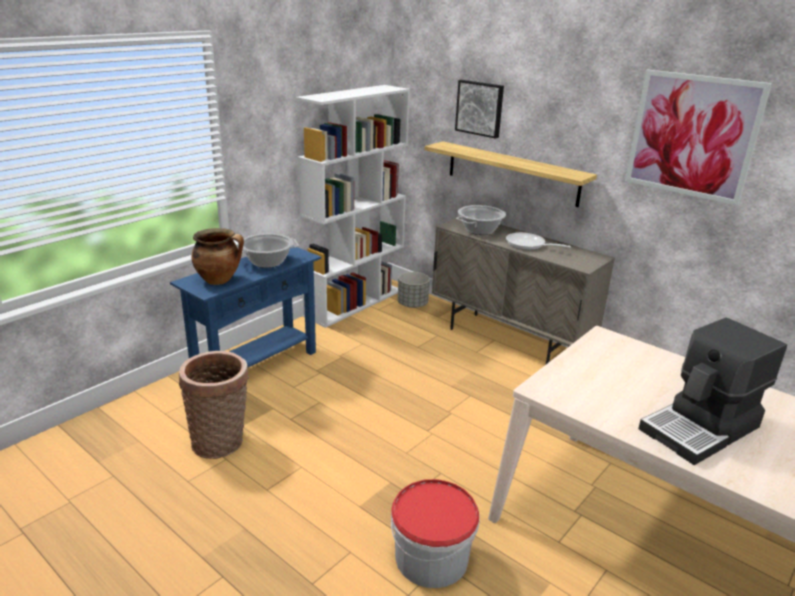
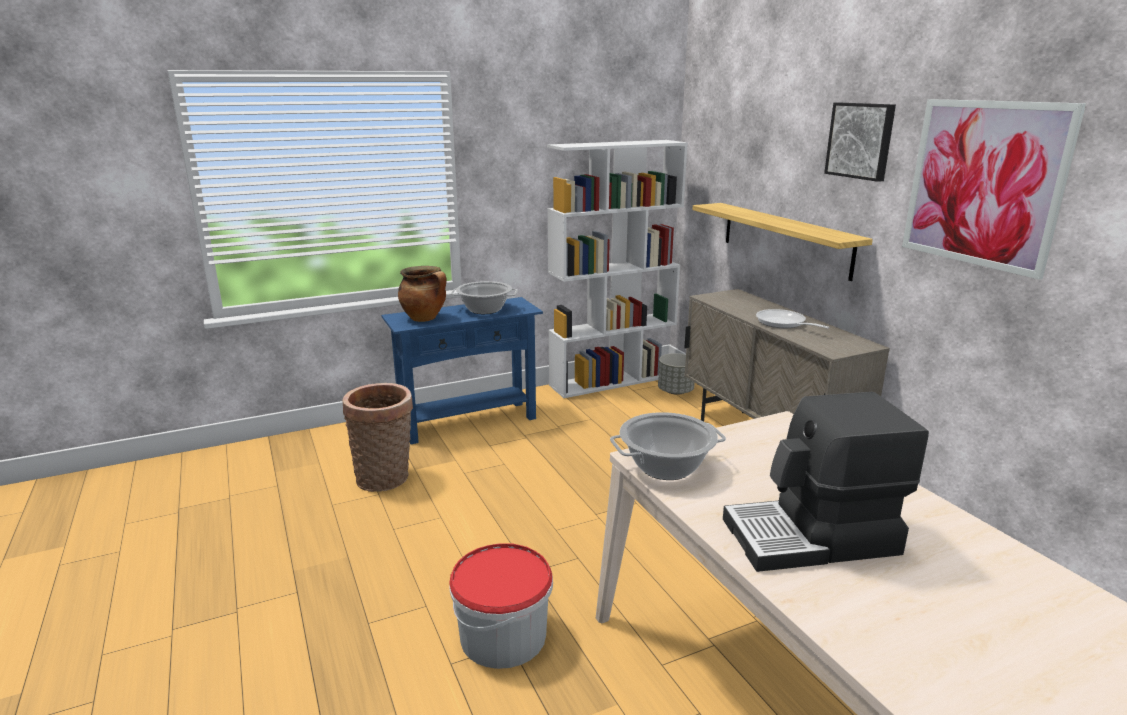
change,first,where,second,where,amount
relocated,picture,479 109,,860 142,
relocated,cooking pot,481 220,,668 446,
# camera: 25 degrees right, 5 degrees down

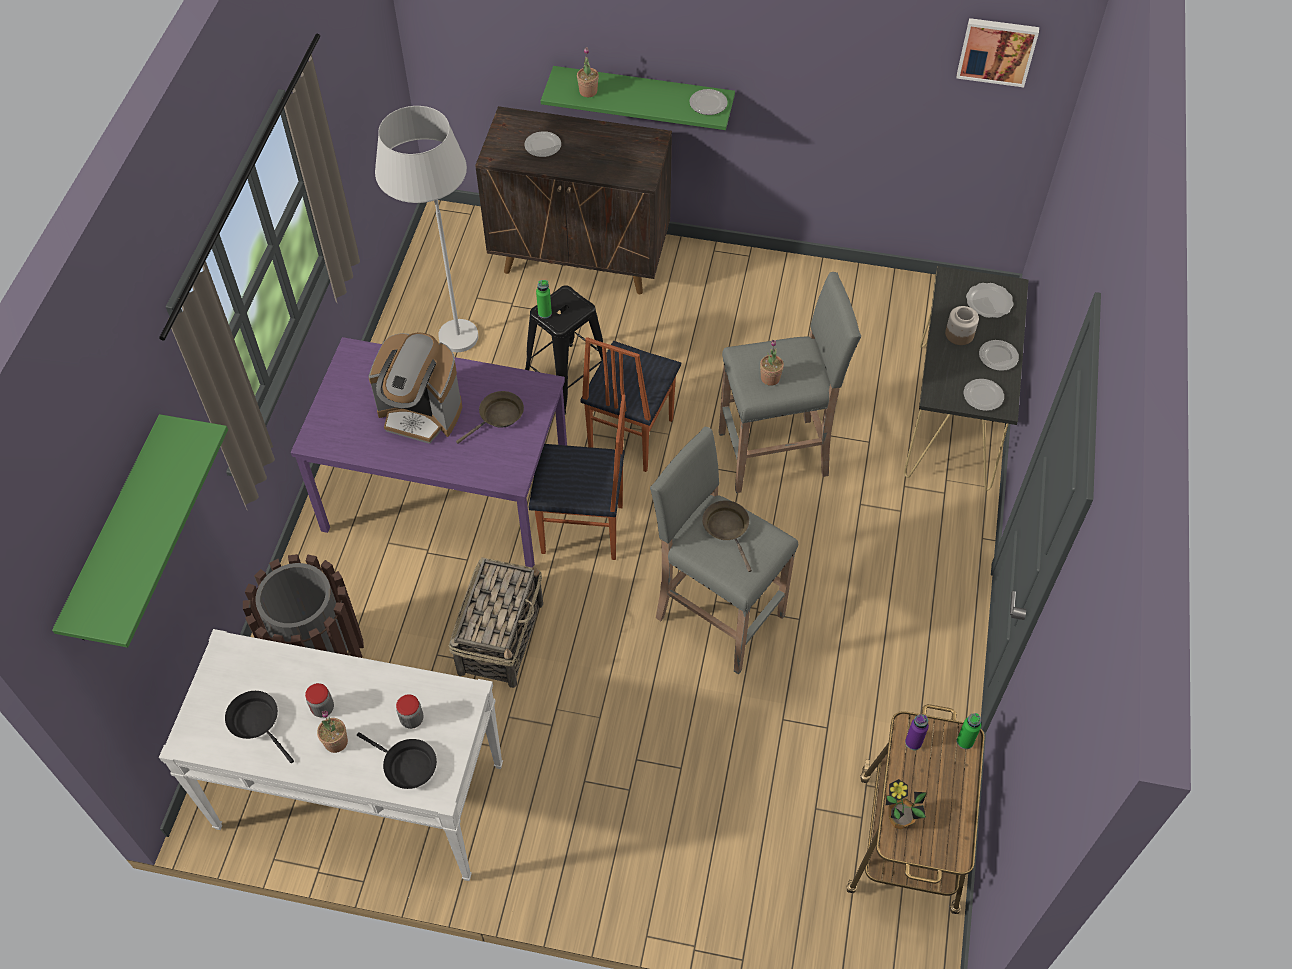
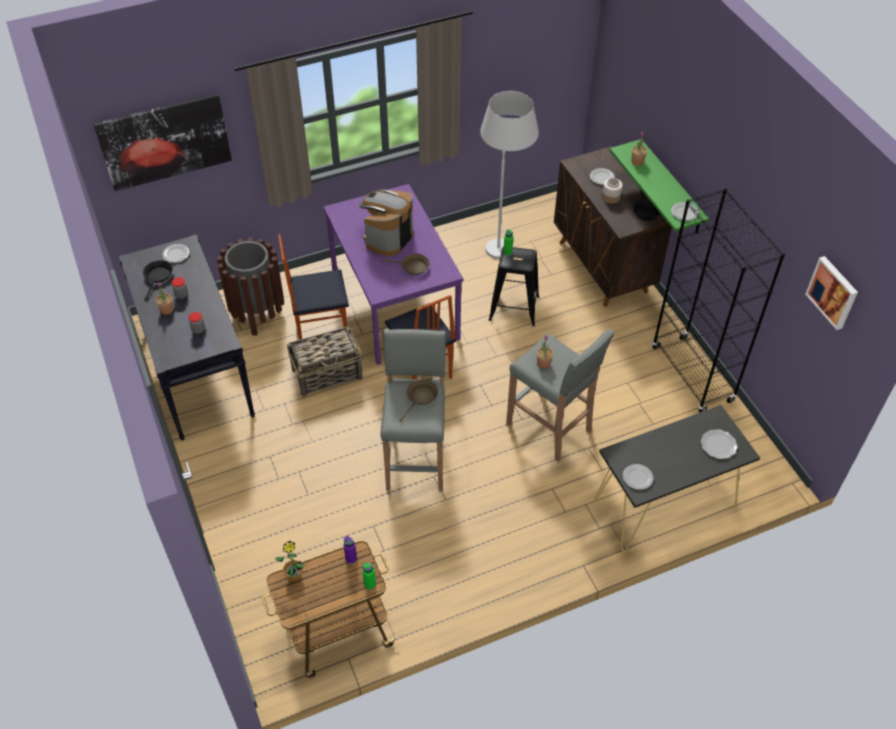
change,first,where,second,where,amount
relocated,jar,962 325,,612 191,
spun,coffee machine,415 388,,386 222,45 degrees clockwise
relocated,chair,630 404,,313 287,
relocated,plate,999 355,,175 253,
exchanged,green shelf,140 531,picture,162 142,
colour,white console table,331 755,black console table,186 337,
relocated,black frying pan,397 760,,646 205,
appeared,,,black bookcase,718 300,
# camera: 55 degrees right, 5 degrees down

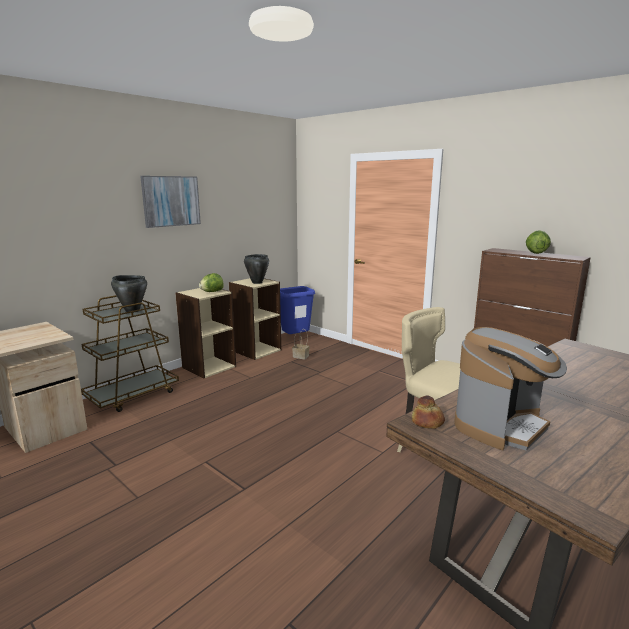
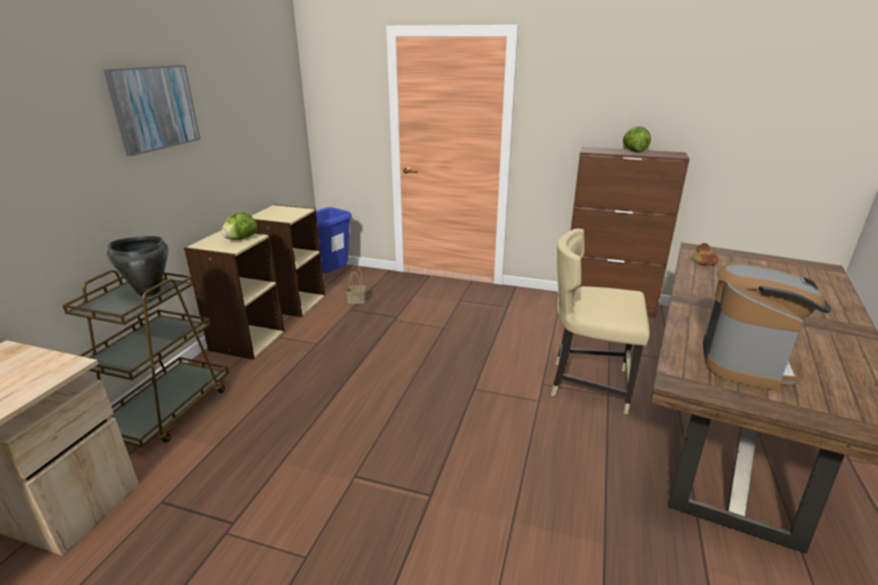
change,first,where,second,where,amount
missing,black cooking pot,256 269,,,
relocated,bread,428 412,,705 254,
# camera: 25 degrees left, 10 degrees up

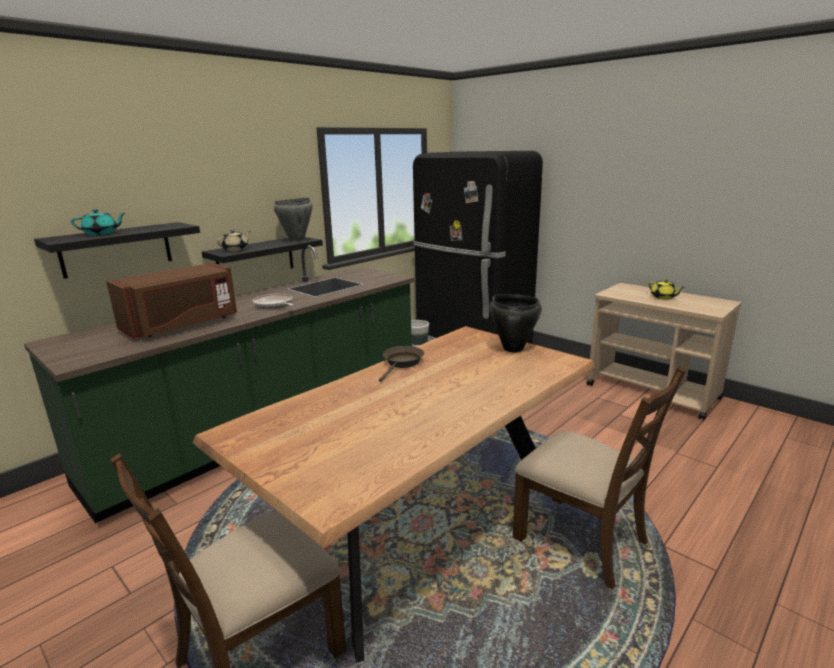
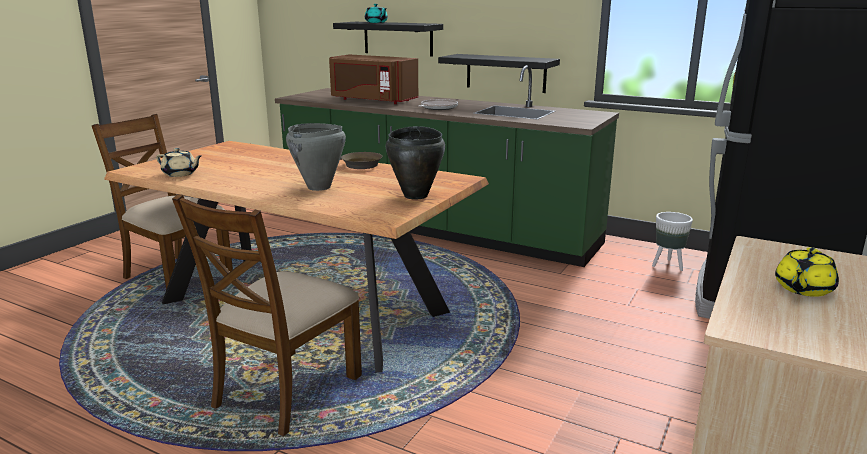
change,first,where,second,where,amount
relocated,grey cooking pot,293 219,,316 157,
relocated,beige teapot,233 240,,178 162,
# camera: 75 degrees right, 0 degrees up

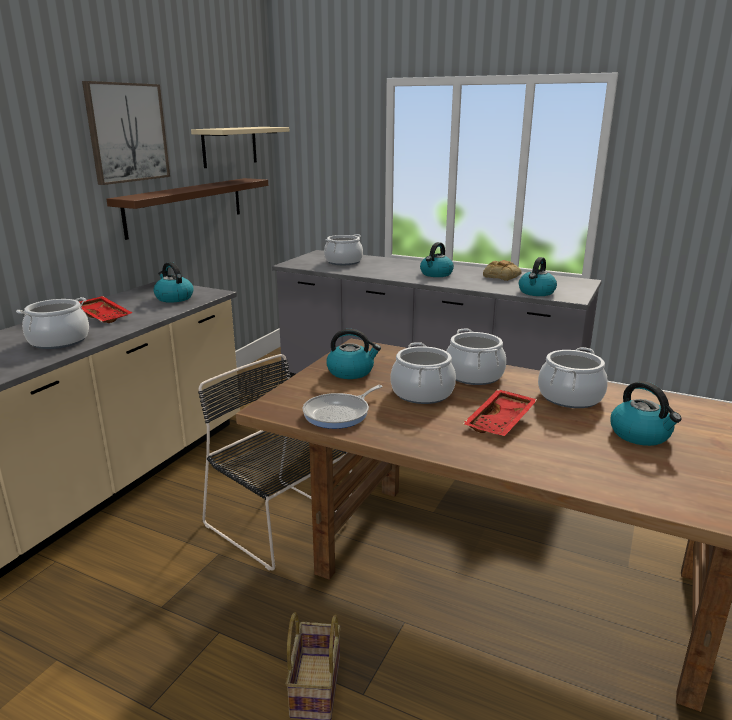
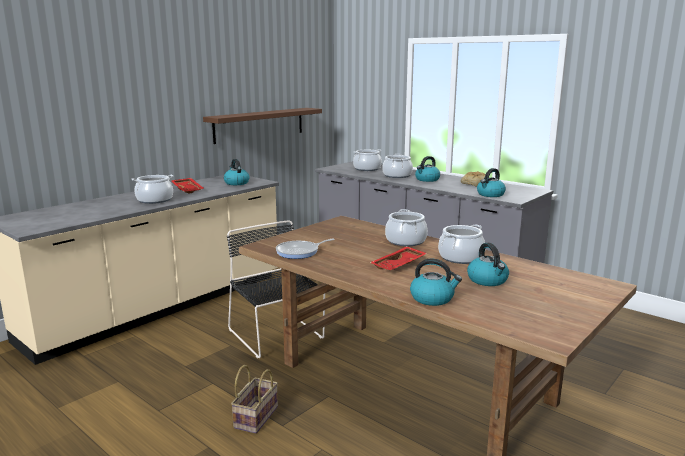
change,first,where,second,where,amount
missing,picture,126 133,,,
missing,beige shelf,240 147,,,
relocated,kettle,353 354,,436 282,
relocated,cooking pot,423 373,,397 166,
# camera: 15 degrees right, 5 degrees down

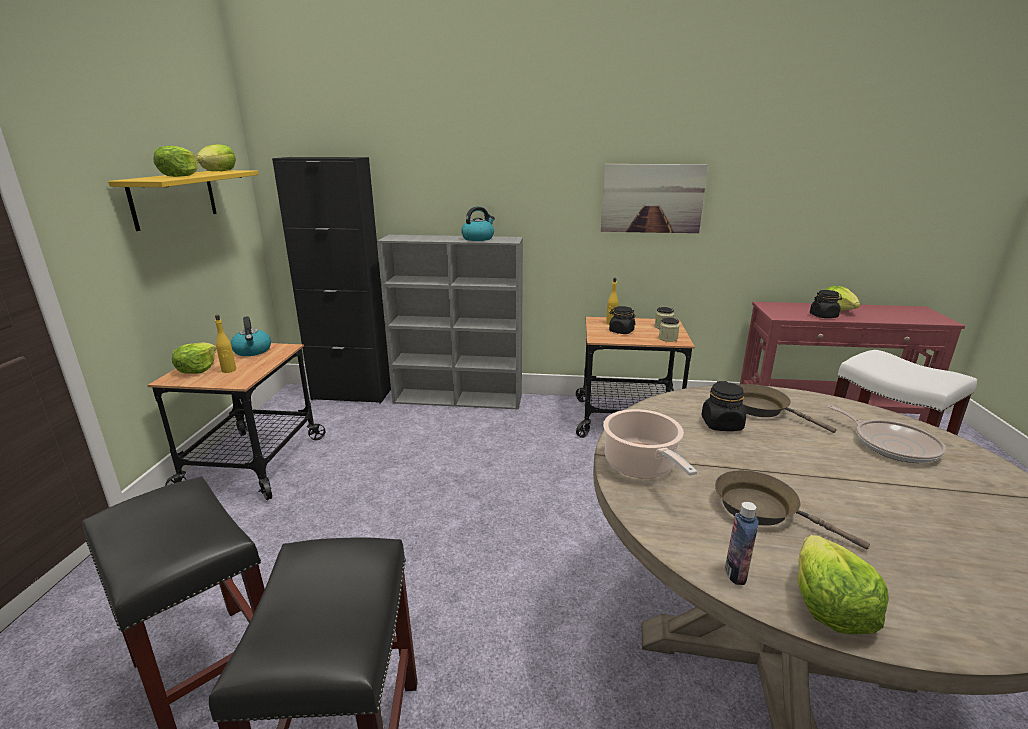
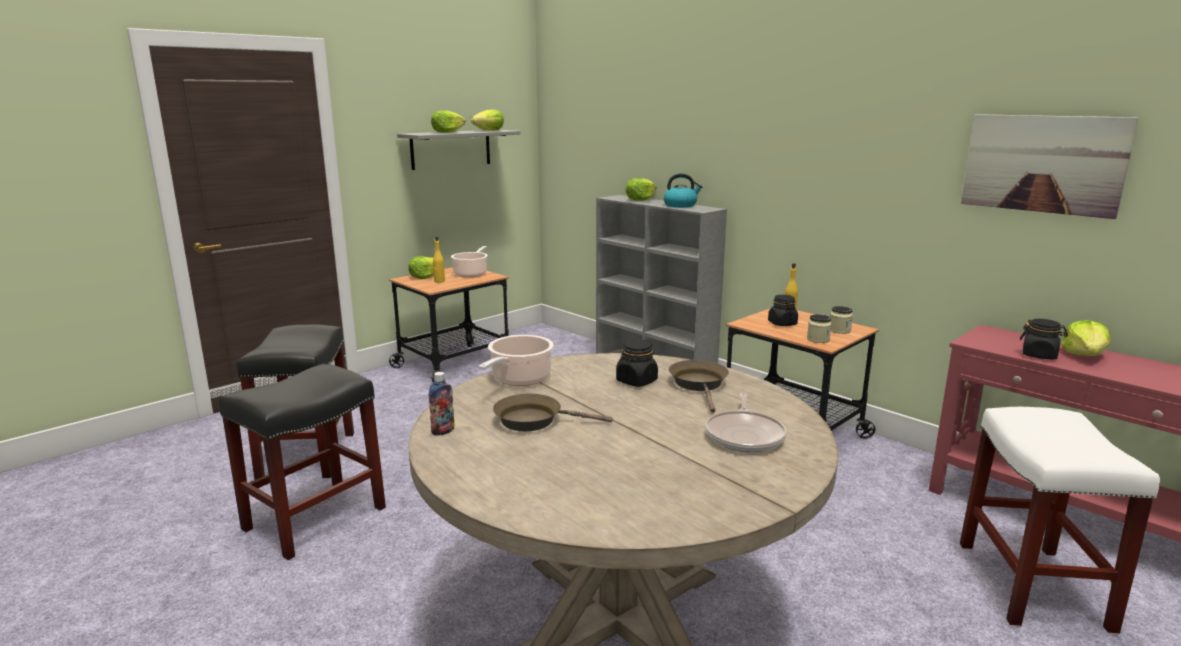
change,first,where,second,where,amount
missing,black cabinet,331 280,,,
relocated,picture,654 198,,1050 166,
colour,yellow shelf,183 200,grey shelf,458 150,
exchanged,kettle,250 336,cooking pot,469 262,
spun,brown frying pan,792 509,,553 412,75 degrees counterclockwise
relocated,lettuce,843 584,,641 189,
# camera: 40 degrees right, 5 degrees down

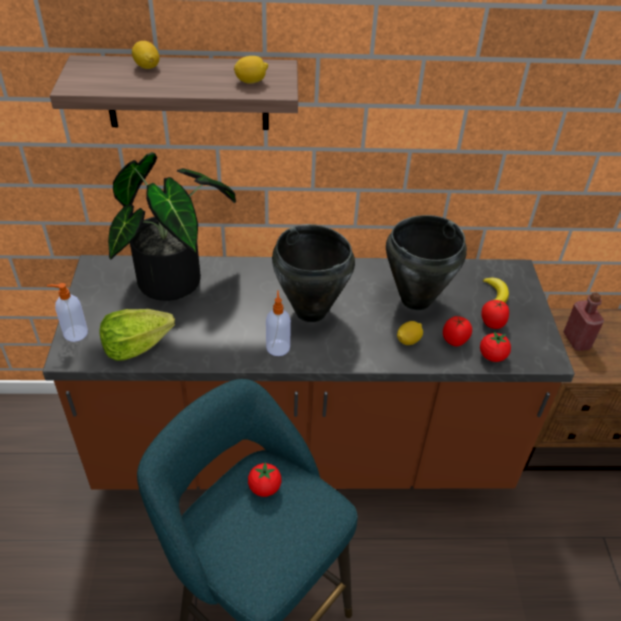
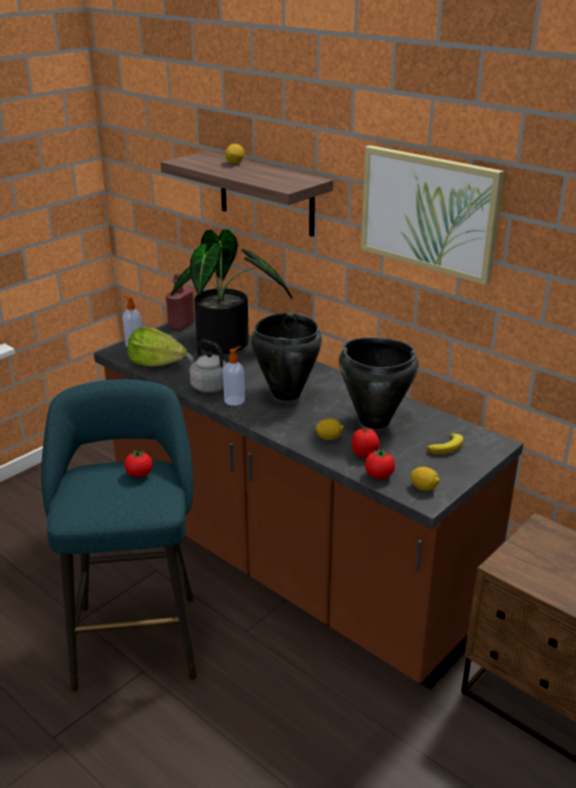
change,first,where,second,where,amount
relocated,lemon,251 70,,425 479,
relocated,red bottle,583 322,,180 302,
missing,tomato,495 314,,,
appeared,,,picture,432 215,
appeared,,,grey kettle,206 366,
# camera: 45 degrees right, 15 degrees down

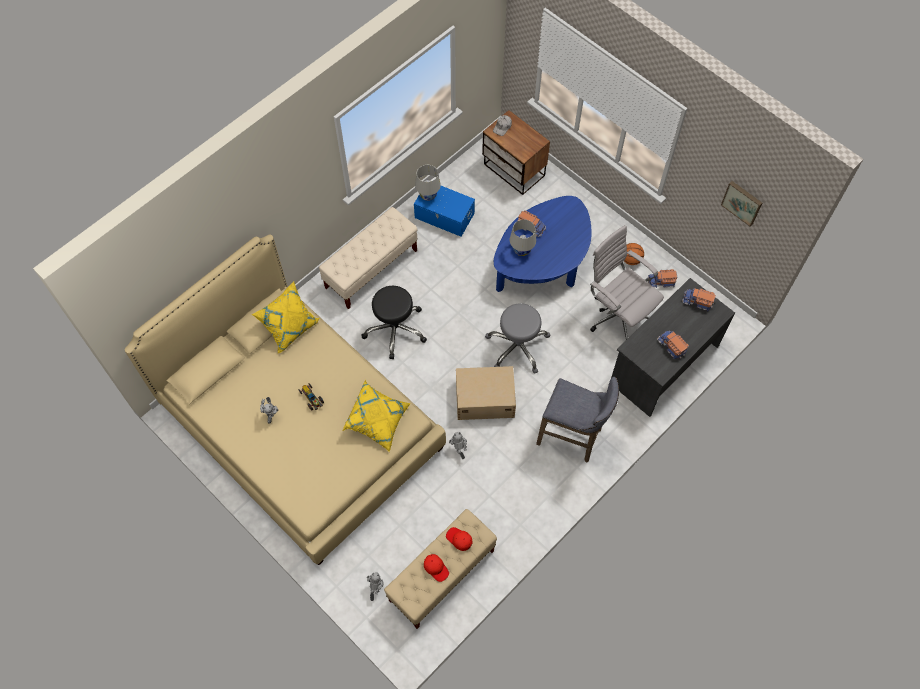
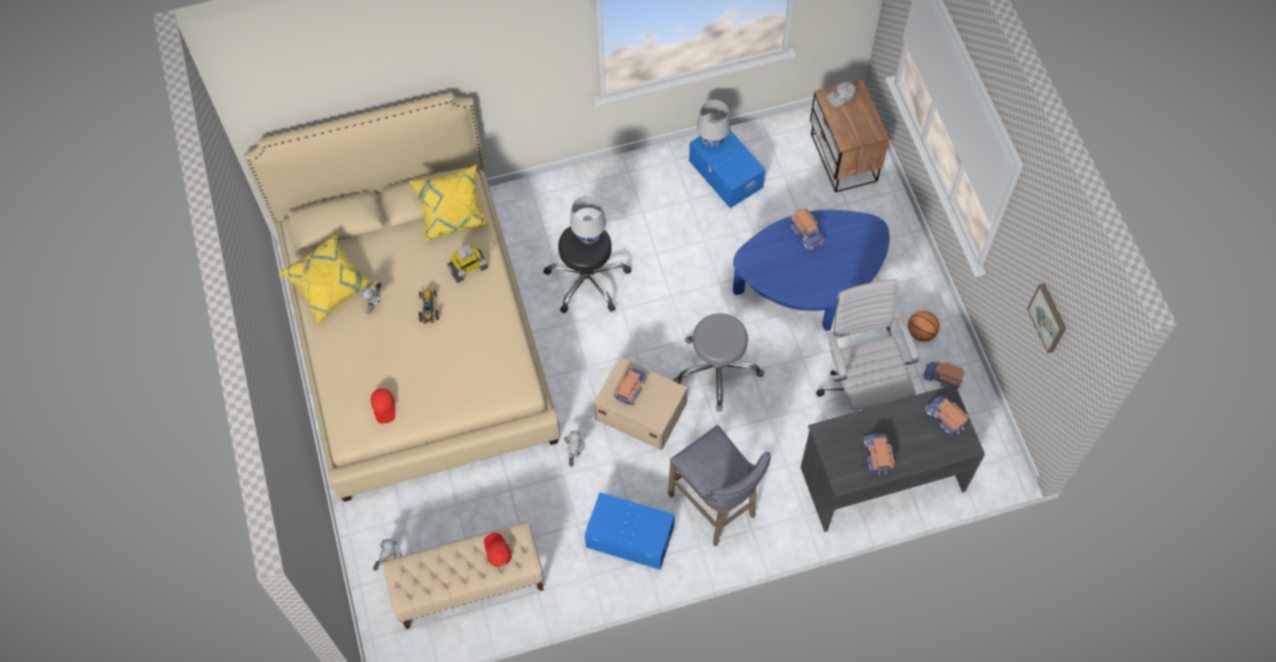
change,first,where,second,where,amount
missing,beige bench,368 258,,,
relocated,white table lamp,523 237,,588 219,
relocated,yellow pillow,377 416,,326 279,
relocated,red cap,436 568,,383 405,
appeared,,,toy robot,467 264,
appeared,,,toy truck,630 387,
appeared,,,blue storage box,629 531,
# camera: 30 degrees right, 0 degrees up

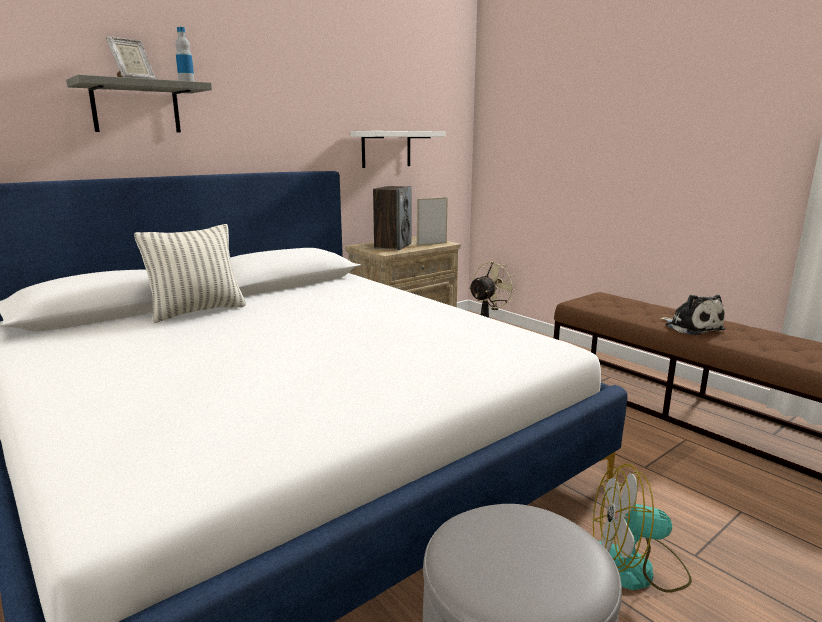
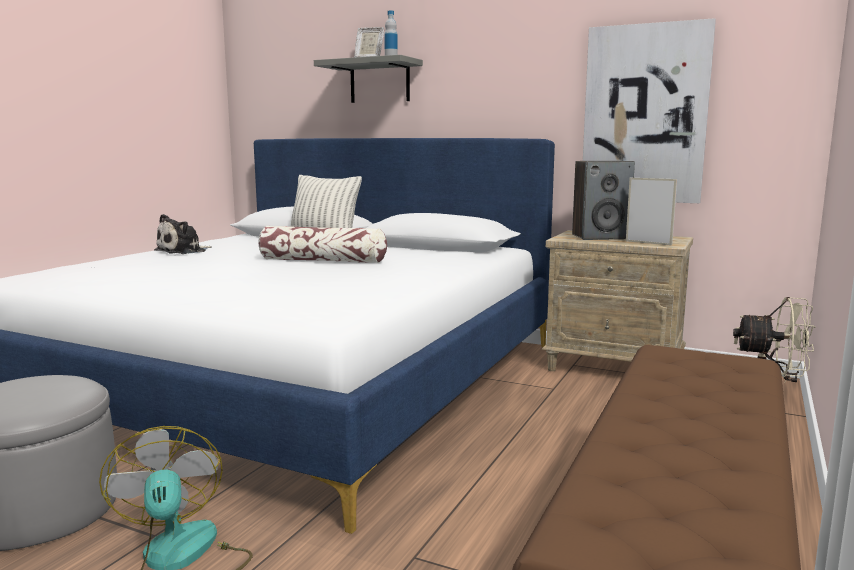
change,first,where,second,where,amount
exchanged,white shelf,397 149,picture,649 110,
relocated,plush toy,692 314,,182 234,
appeared,,,pillow,323 244,
# camera: 65 degrees right, 5 degrees down

